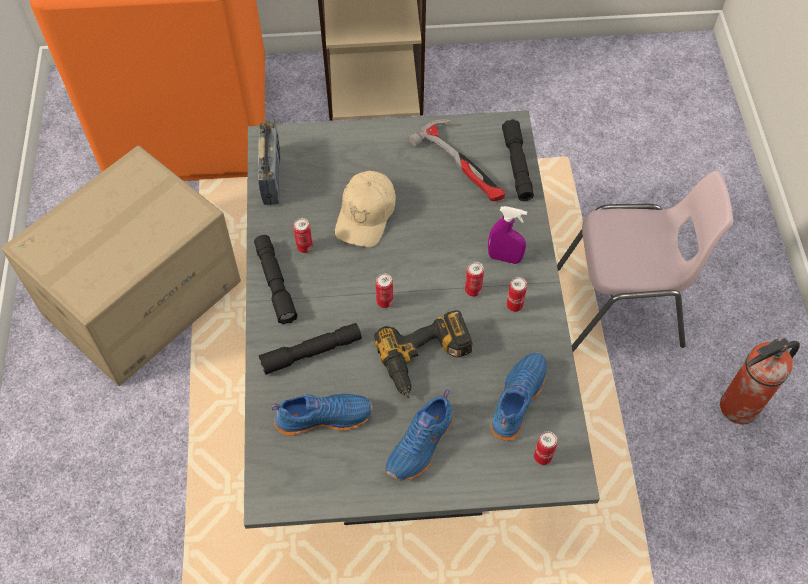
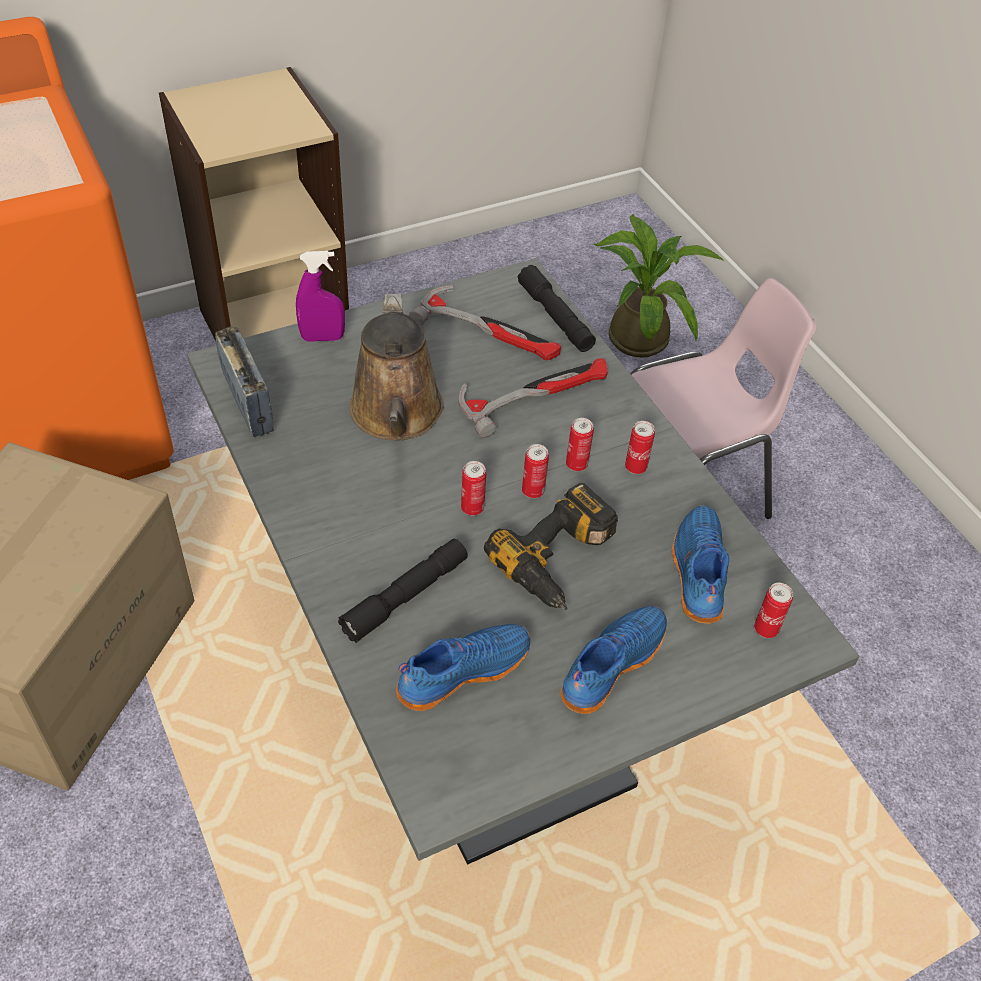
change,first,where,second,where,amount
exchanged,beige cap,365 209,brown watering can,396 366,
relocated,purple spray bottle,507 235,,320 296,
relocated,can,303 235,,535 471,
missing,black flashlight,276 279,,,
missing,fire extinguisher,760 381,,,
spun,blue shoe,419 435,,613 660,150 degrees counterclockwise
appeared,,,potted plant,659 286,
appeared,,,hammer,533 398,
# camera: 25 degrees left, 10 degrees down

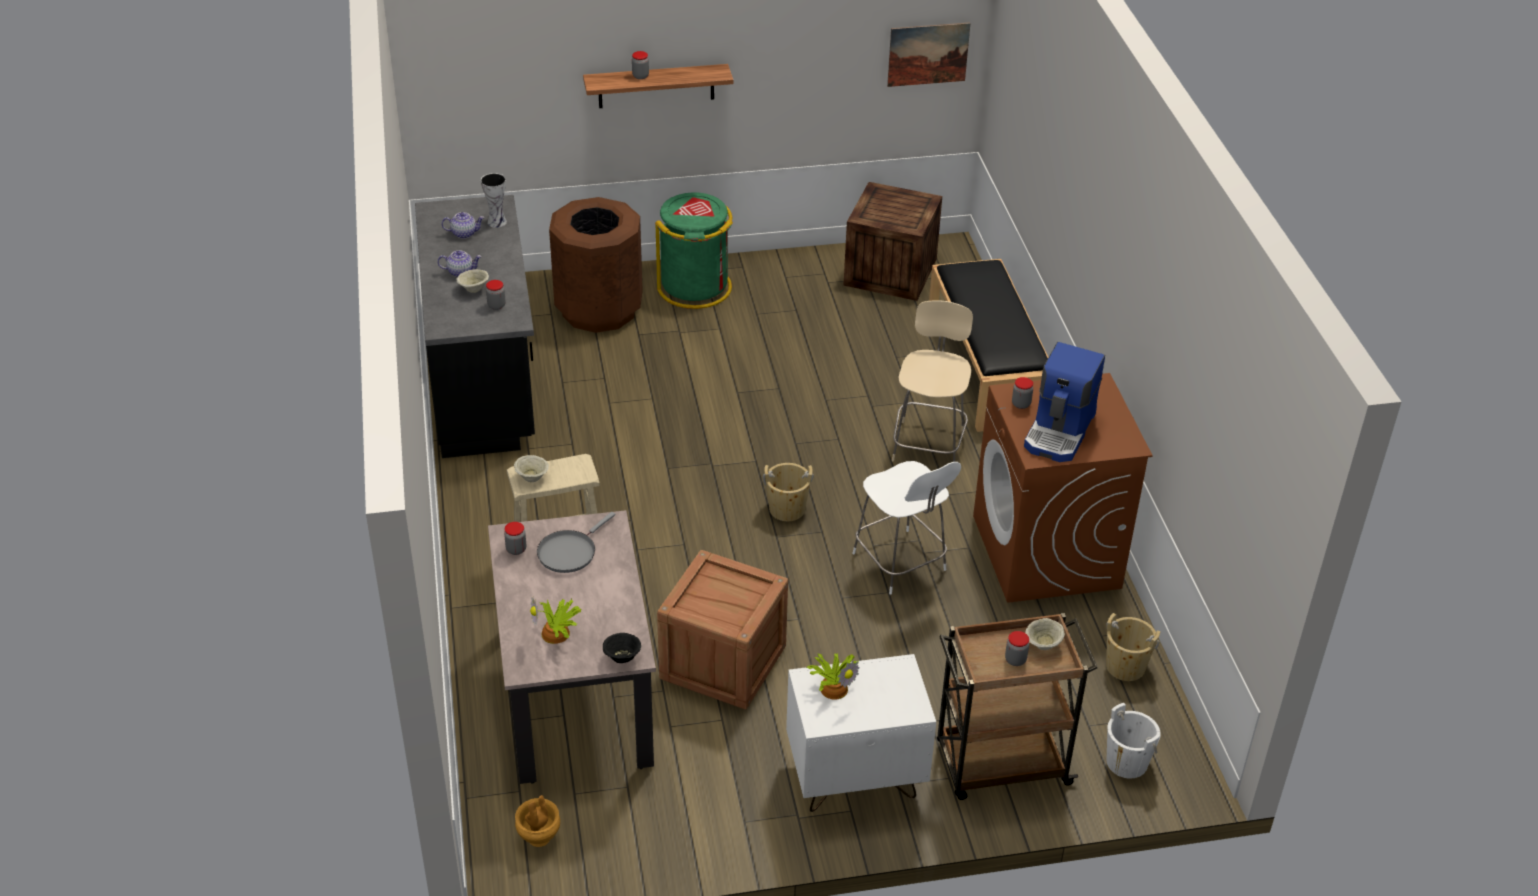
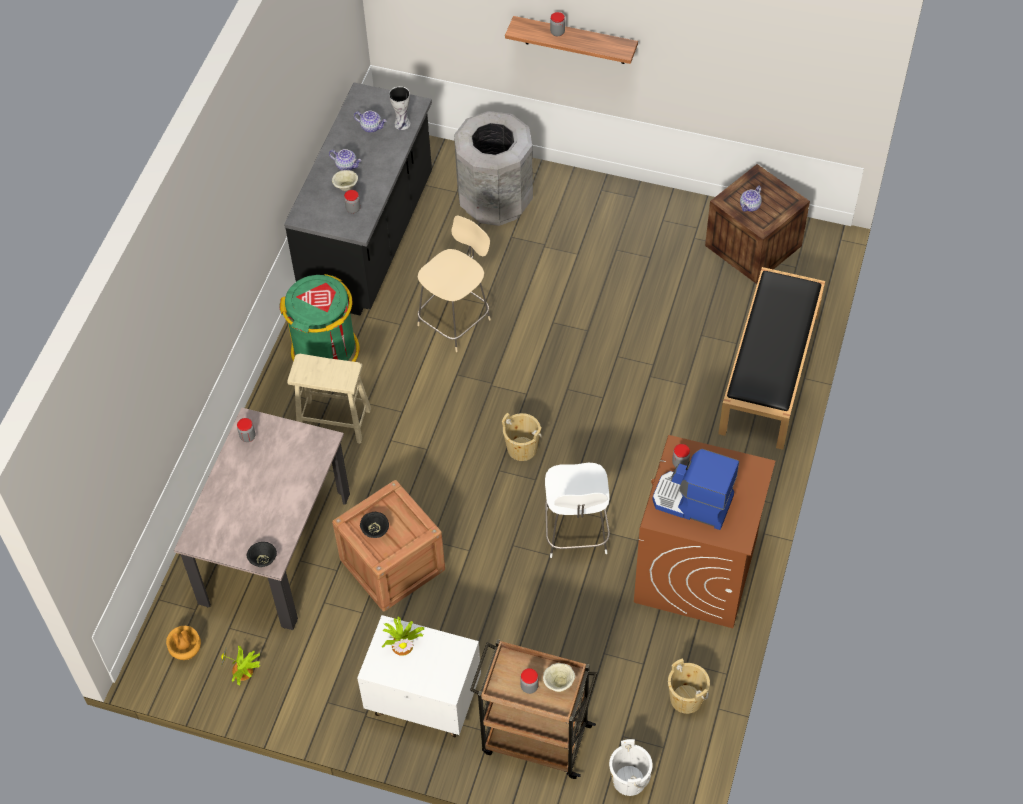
change,first,where,second,where,amount
missing,picture,929 54,,,
relocated,green trash can,694 250,,319 318,
colour,brown trash can,596 265,grey trash can,493 168,
relocated,beige chair,932 381,,454 283,
spun,coffee machine,1064 402,,695 489,60 degrees clockwise
missing,beige bowl,531 468,,,
missing,grey frying pan,576 542,,,
relocated,potted plant,555 620,,240 665,
appeared,,,teapot,751 199,
appeared,,,black bowl,374 525,
# camera: 30 degrees right, 15 degrees up

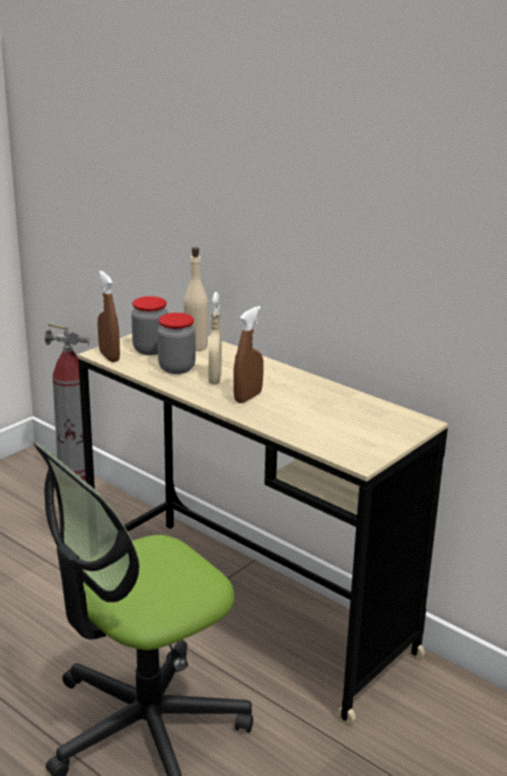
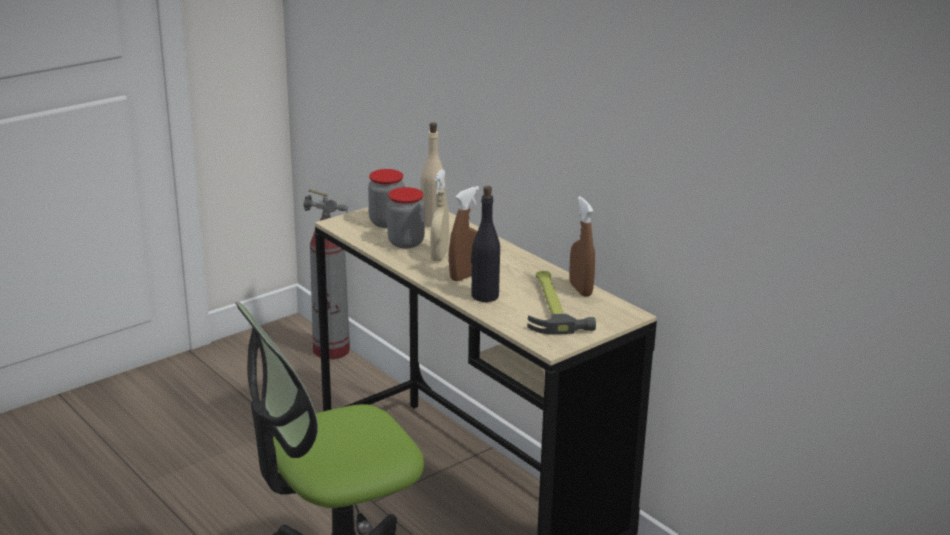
change,first,where,second,where,amount
relocated,brown spray bottle,109 316,,582 246,
appeared,,,black bottle,485 244,
appeared,,,hammer,562 302,
# camera: 10 degrees right, 0 degrees up

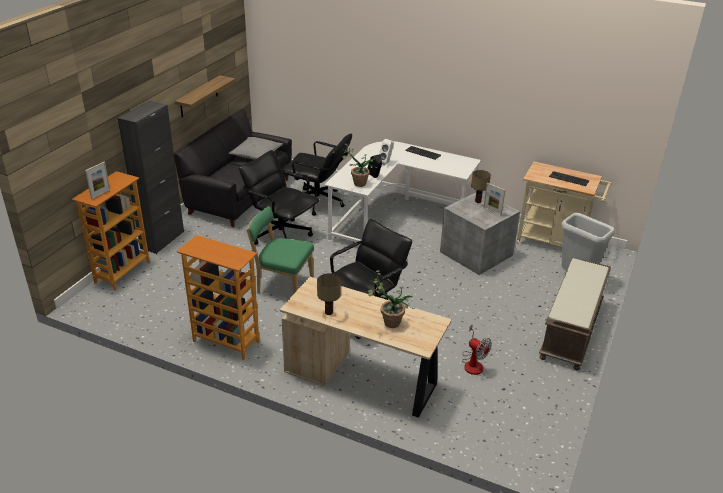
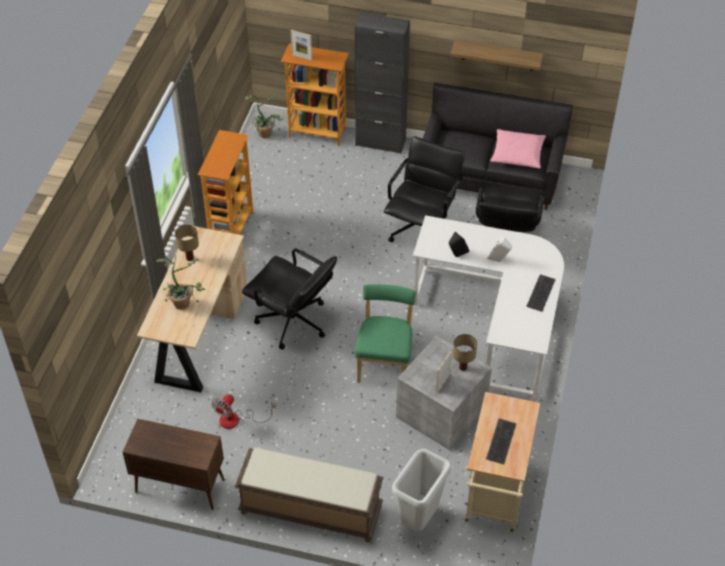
change,first,where,second,where,amount
colour,grey pillow,256 148,pink pillow,518 148,
relocated,potted plant,360 165,,264 115,
relocated,green chair,280 250,,385 333,
appeared,,,brown cabinet,174 464,
# camera: 80 degrees right, 15 degrees up

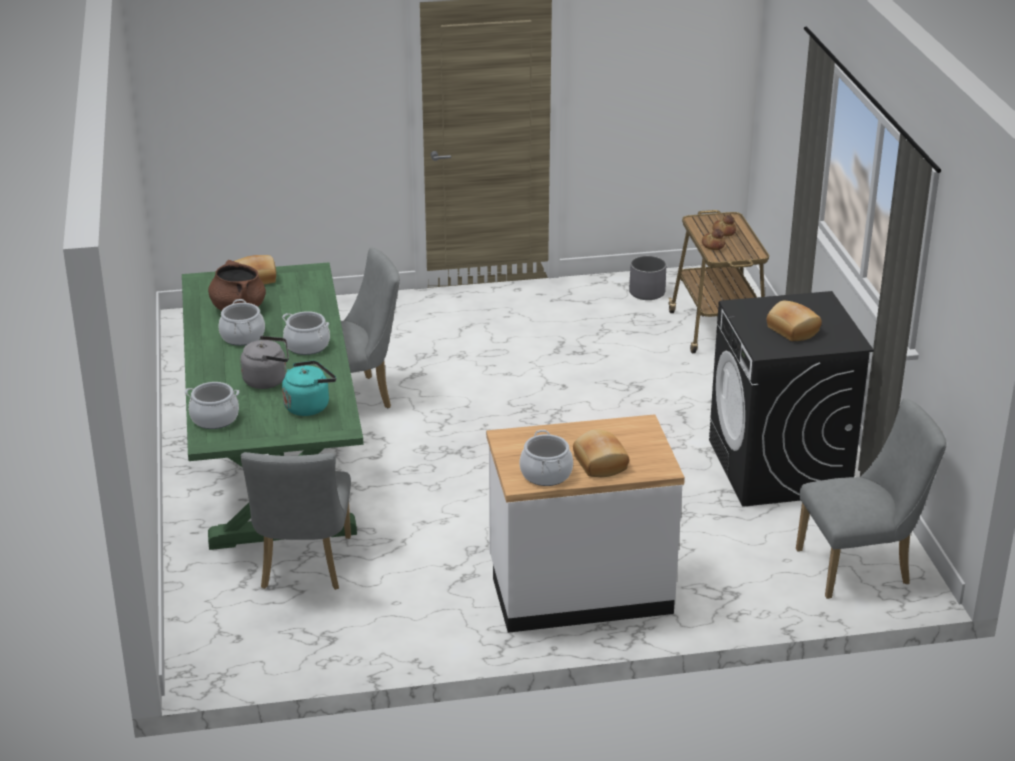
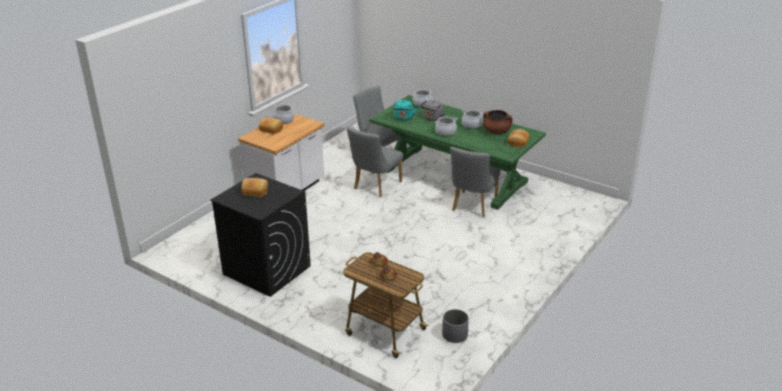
change,first,where,second,where,amount
relocated,grey chair,871 498,,375 162,
# camera: 135 degrees right, 0 degrees up

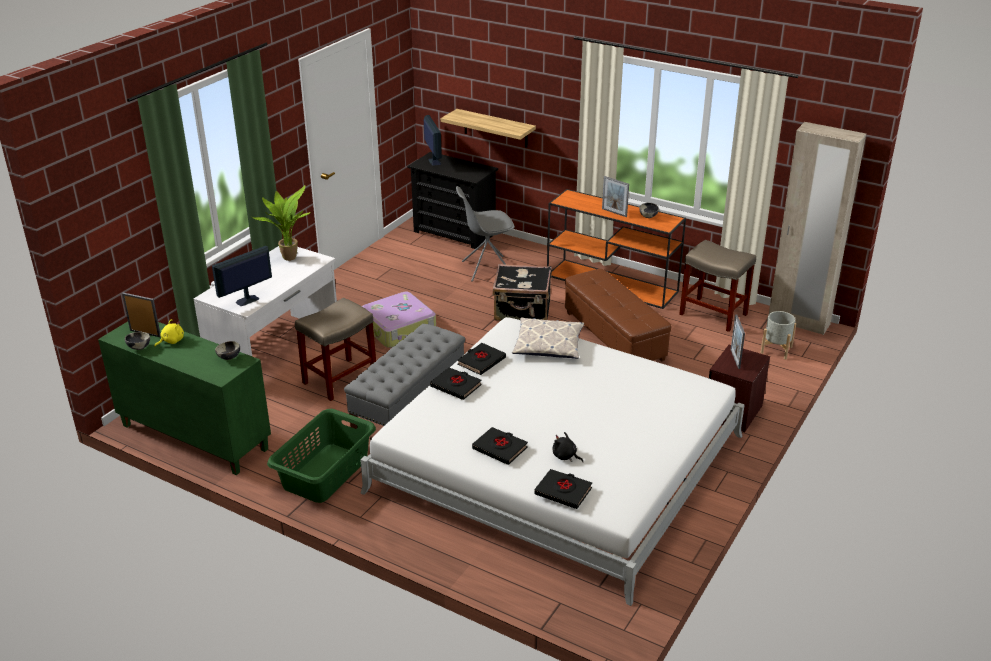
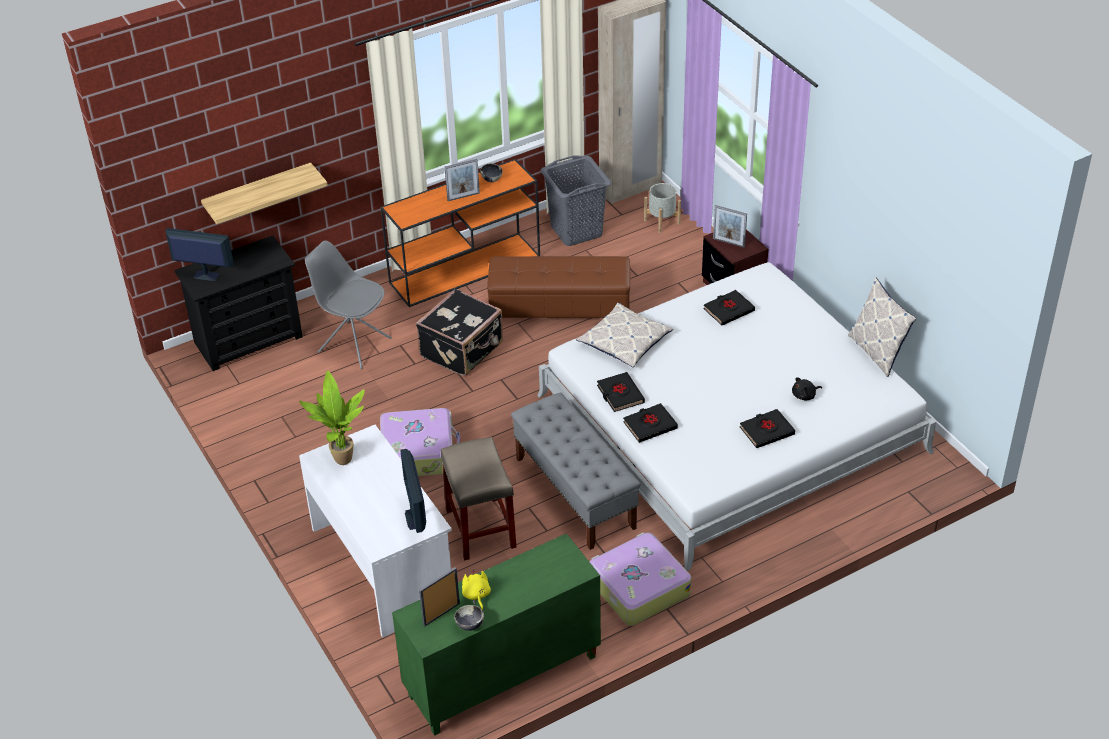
change,first,where,second,where,amount
spun,grey chair,485 234,,348 304,105 degrees clockwise
exchanged,beige stool,717 286,grey laundry basket,575 200,
missing,bowl,227 350,,,
exchanged,green laundry basket,321 456,suitcase,640 579,
relocated,black book,563 489,,729 307,
appeared,,,pillow,882 327,
# camera: 60 degrees left, 10 degrees up

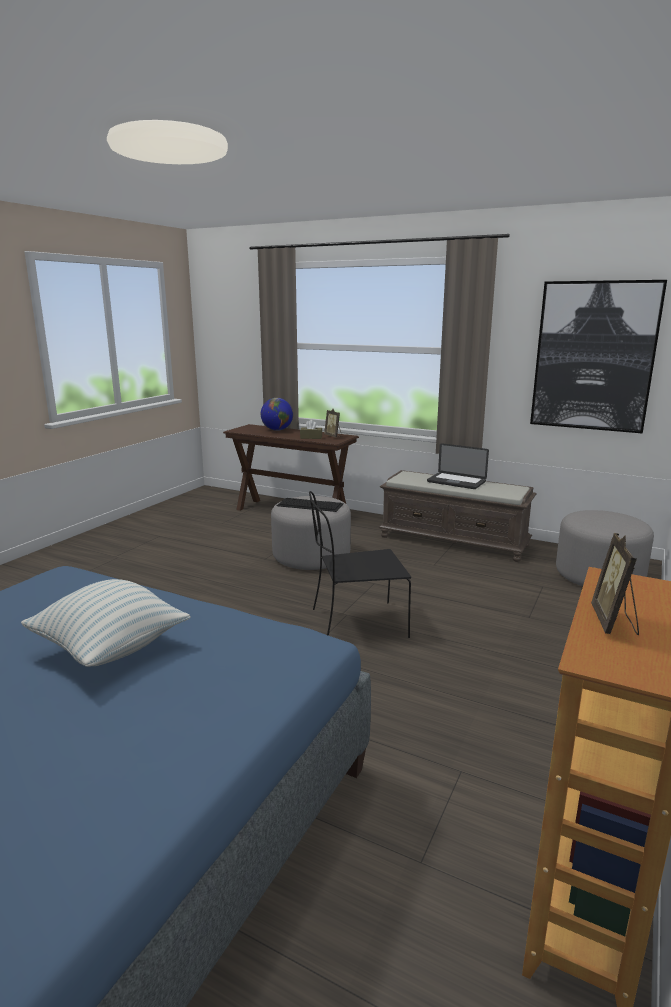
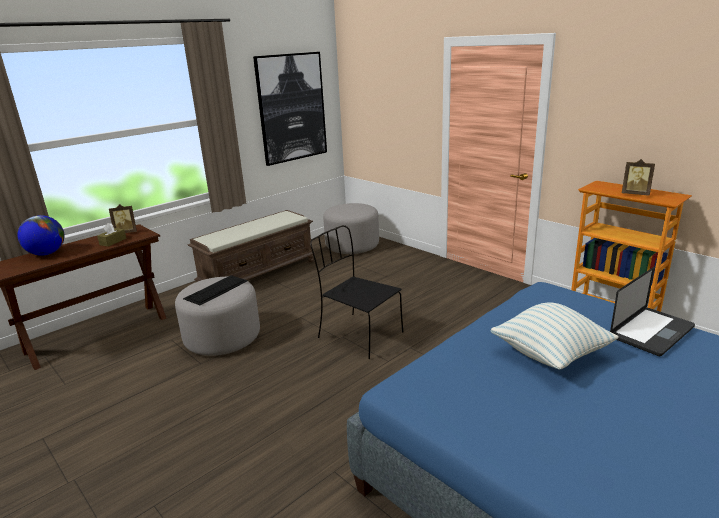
change,first,where,second,where,amount
relocated,laptop,458 466,,652 311,
spun,black chair,360 564,,356 292,120 degrees clockwise
# camera: 70 degrees left, 5 degrees up

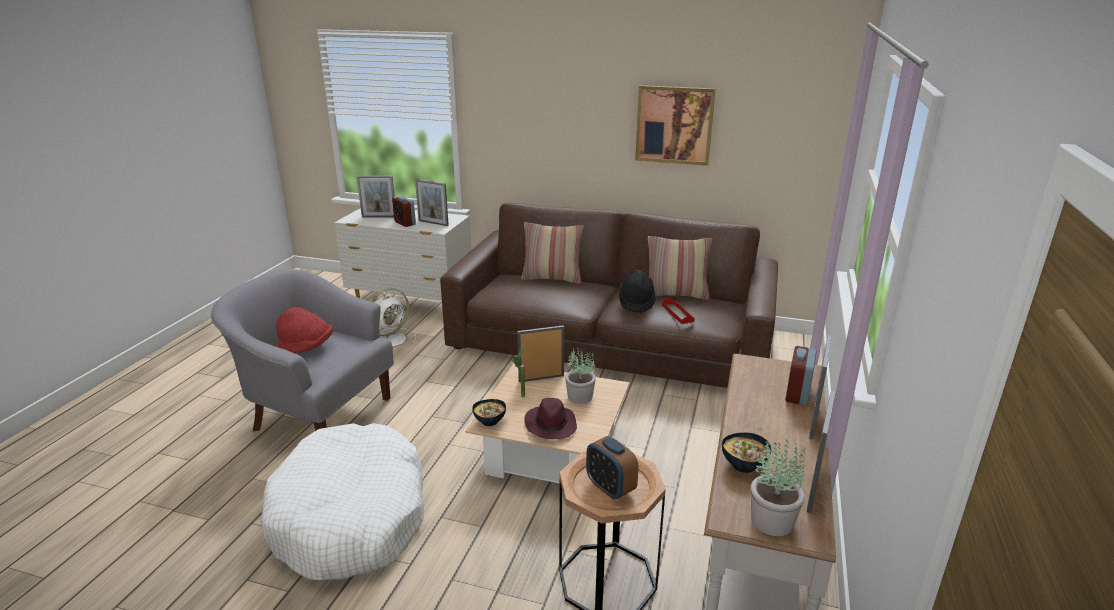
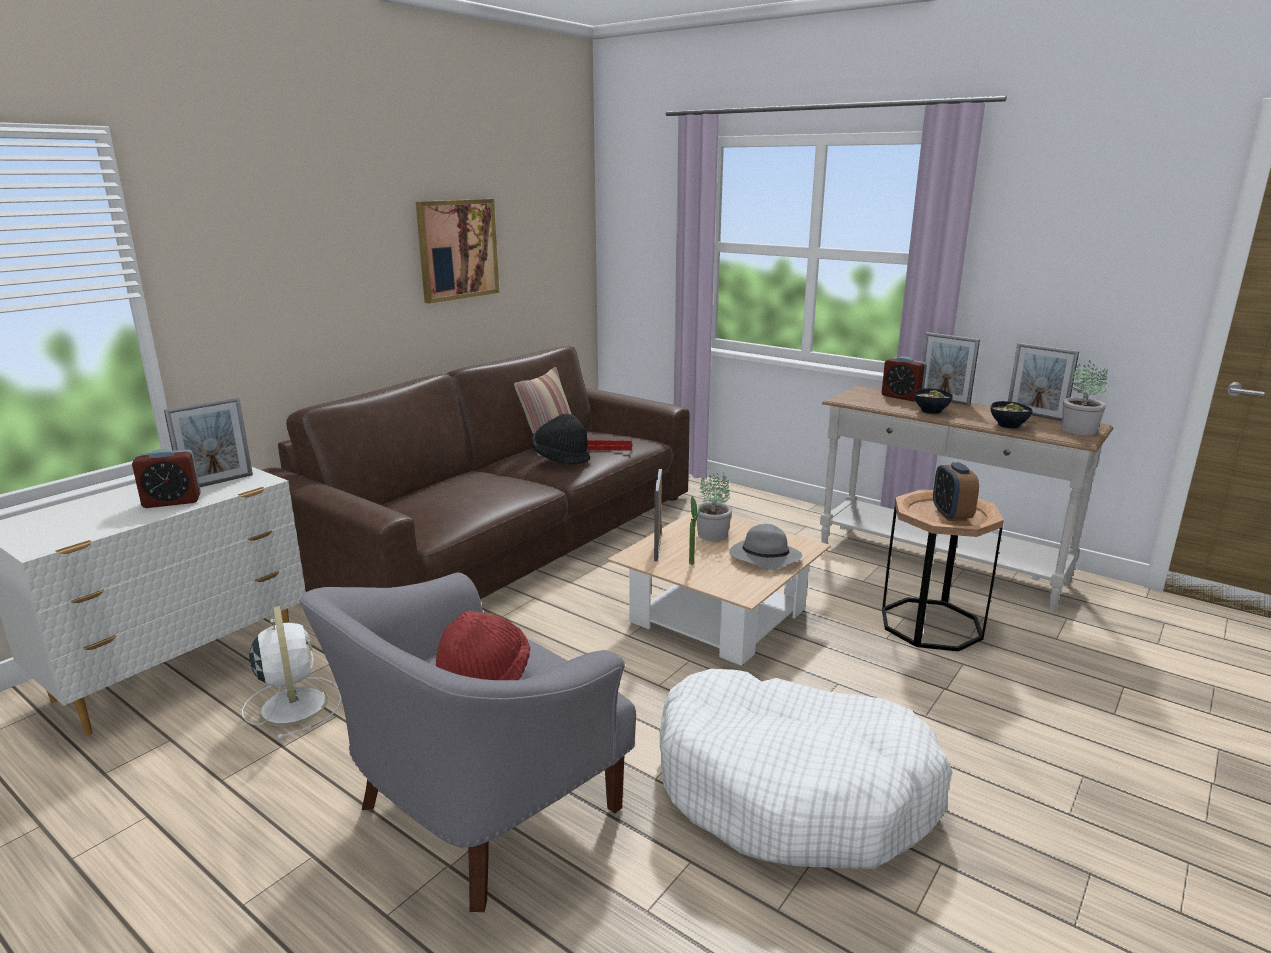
change,first,where,second,where,amount
missing,picture frame,376 196,,,
missing,pillow,552 253,,,
colour,purple hat,550 418,grey hat,765 547,
relocated,bowl,489 412,,933 401,
spun,alarm clock,612 468,,956 491,105 degrees clockwise
# camera: 70 degrees left, 5 degrees down

